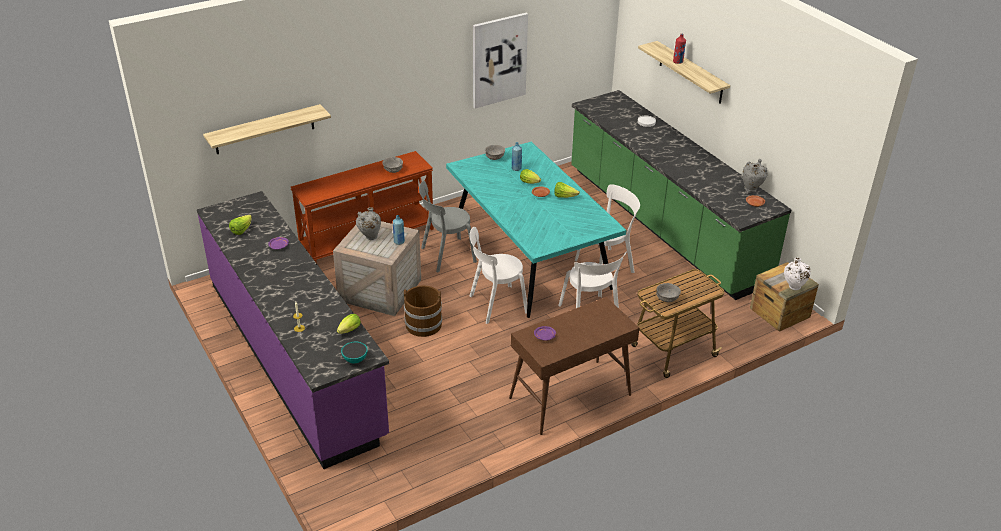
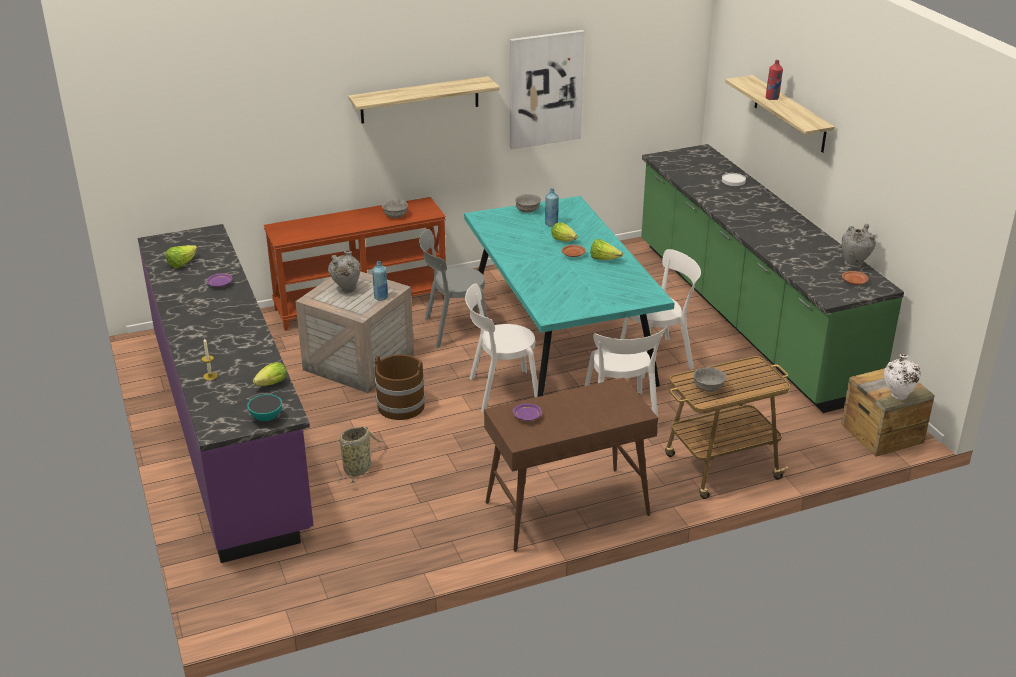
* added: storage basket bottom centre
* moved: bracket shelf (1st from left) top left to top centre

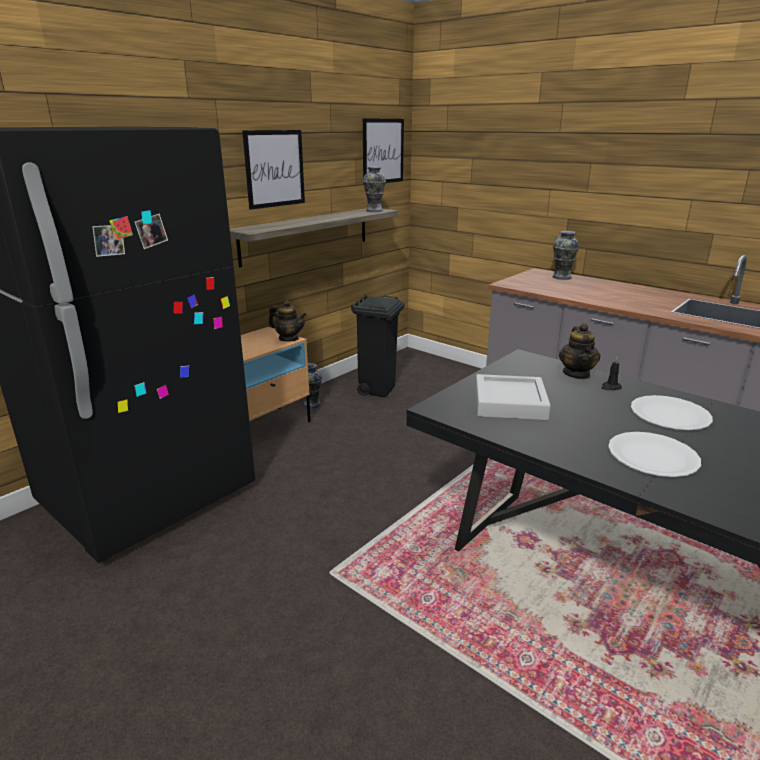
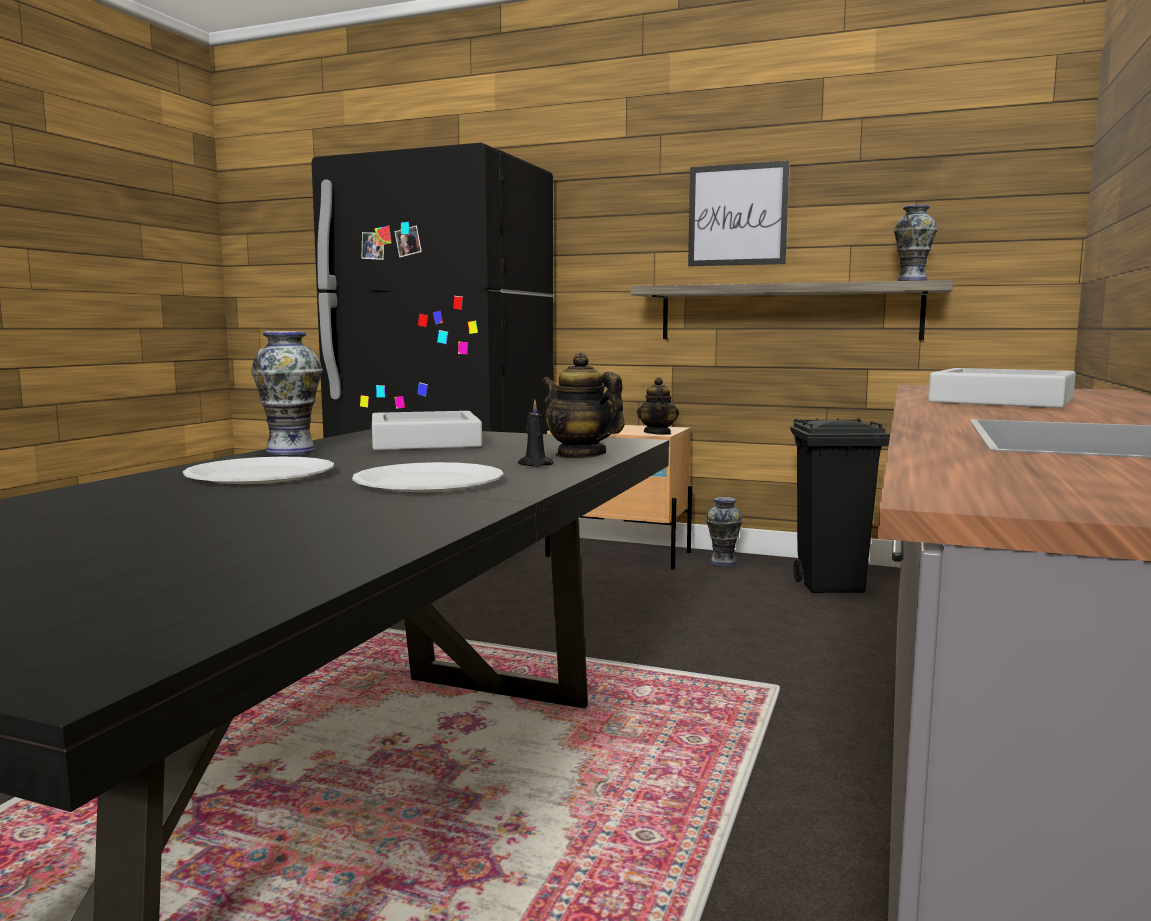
* moved: decorative vase (3rd from left in the first image) middle right to decorative vase (1st from left) middle left
* turned: tea pot (2nd from left in the first image) middle right = centre 60 degrees clockwise
* added: grey carrying tray (2nd from left) middle right
* removed: wall picture (2nd from left) top centre

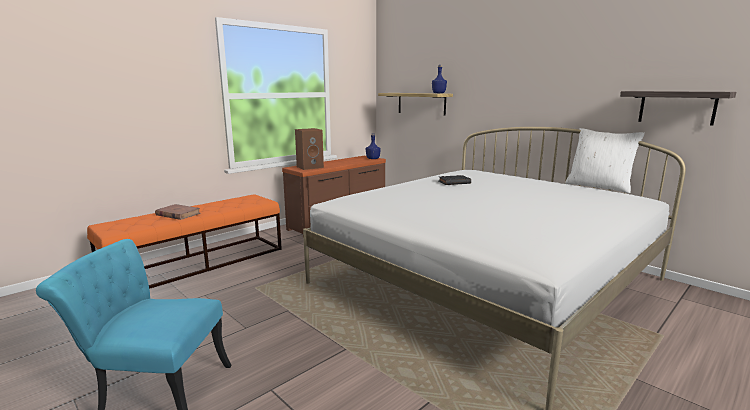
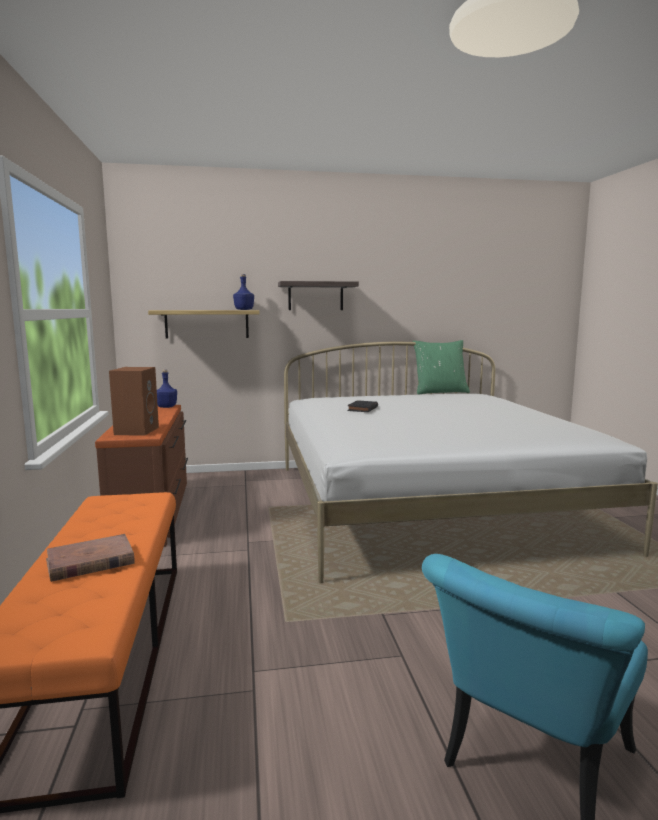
* moved: bracket shelf (2nd from left) top right to centre
* recoloured: white throw pillow middle right to green-coloured throw pillow middle right

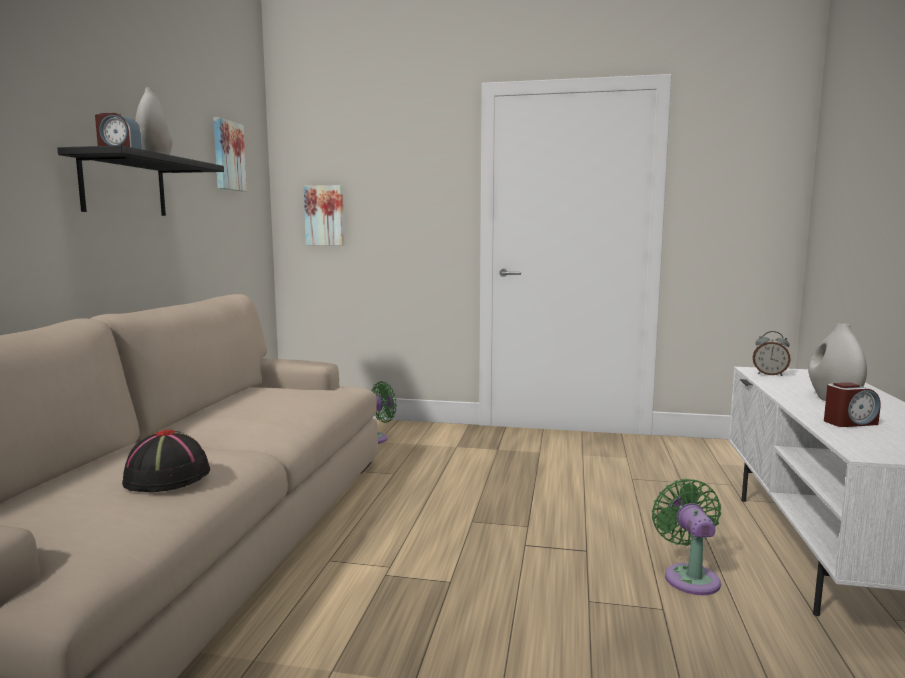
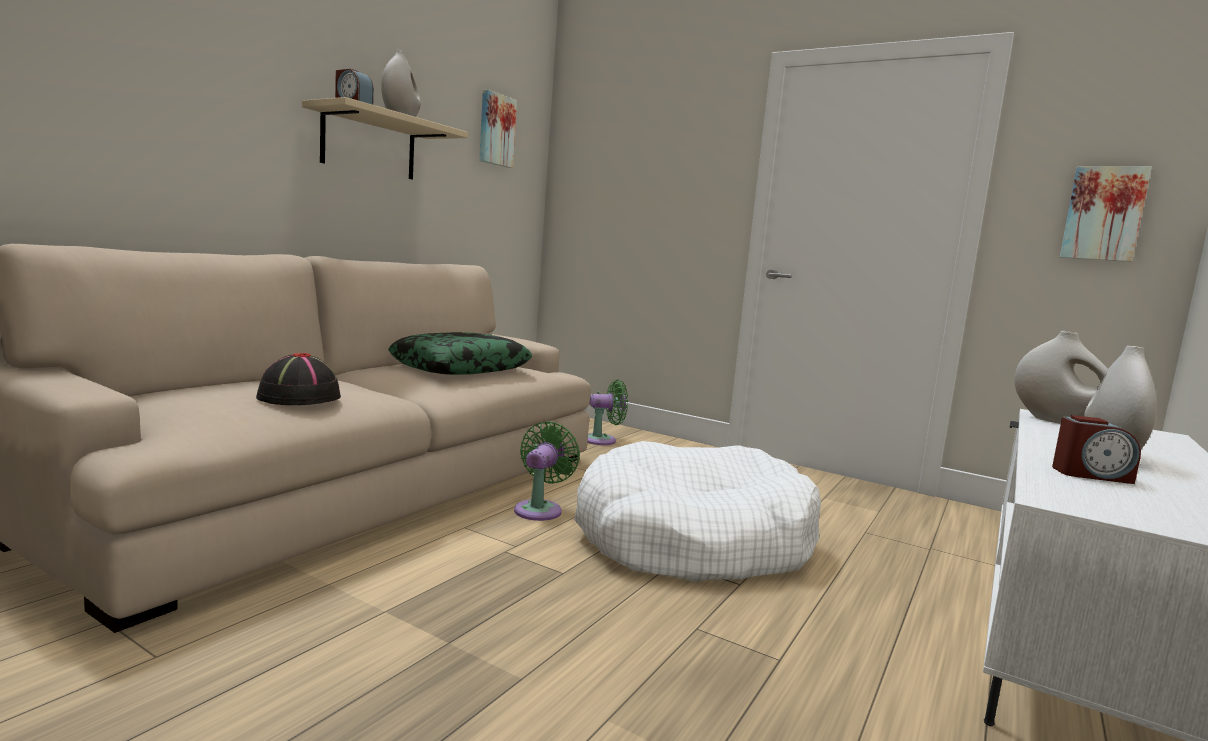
* recoloured: black bracket shelf top left to sand-coloured bracket shelf top left
* added: throw pillow centre
* moved: green-coloured electric fan (2nd from left in the first image) bottom right to green-coloured electric fan (1st from left) centre
* added: white dog bed bottom centre
* replaced: bedside clock (2nd from left) middle right to white decorative vase (2nd from left) middle right
* moved: wall picture (2nd from left) top centre to top right

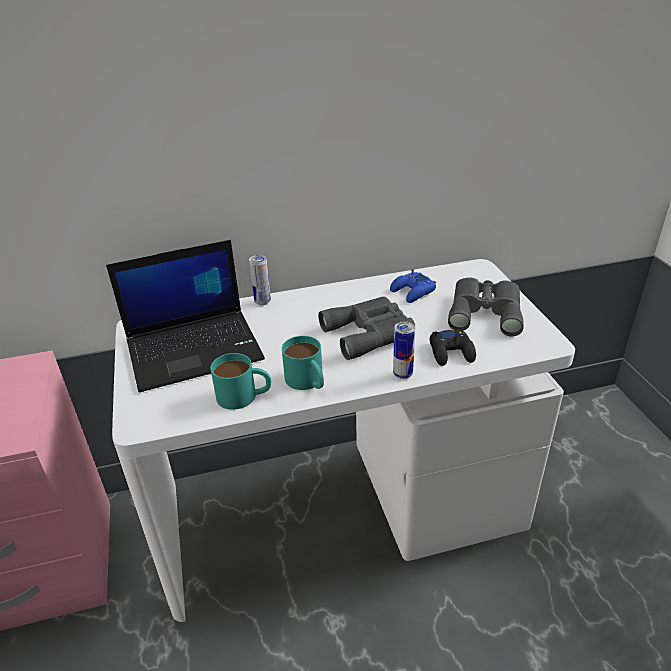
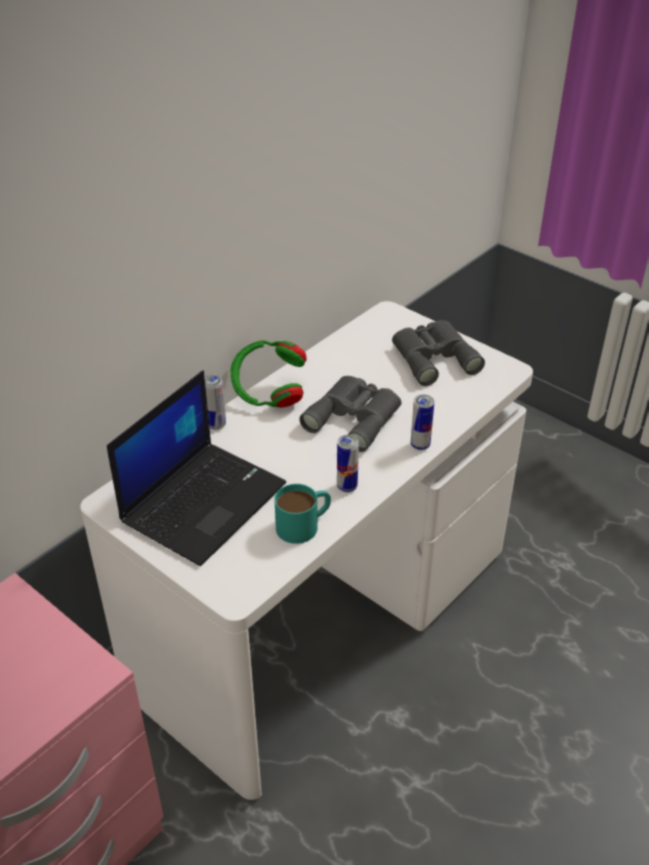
* added: green-coloured headphones centre
* replaced: blue-green mug (2nd from left) centre to metal can (2nd from left) centre
* removed: bluish joypad centre
* removed: black joypad middle right

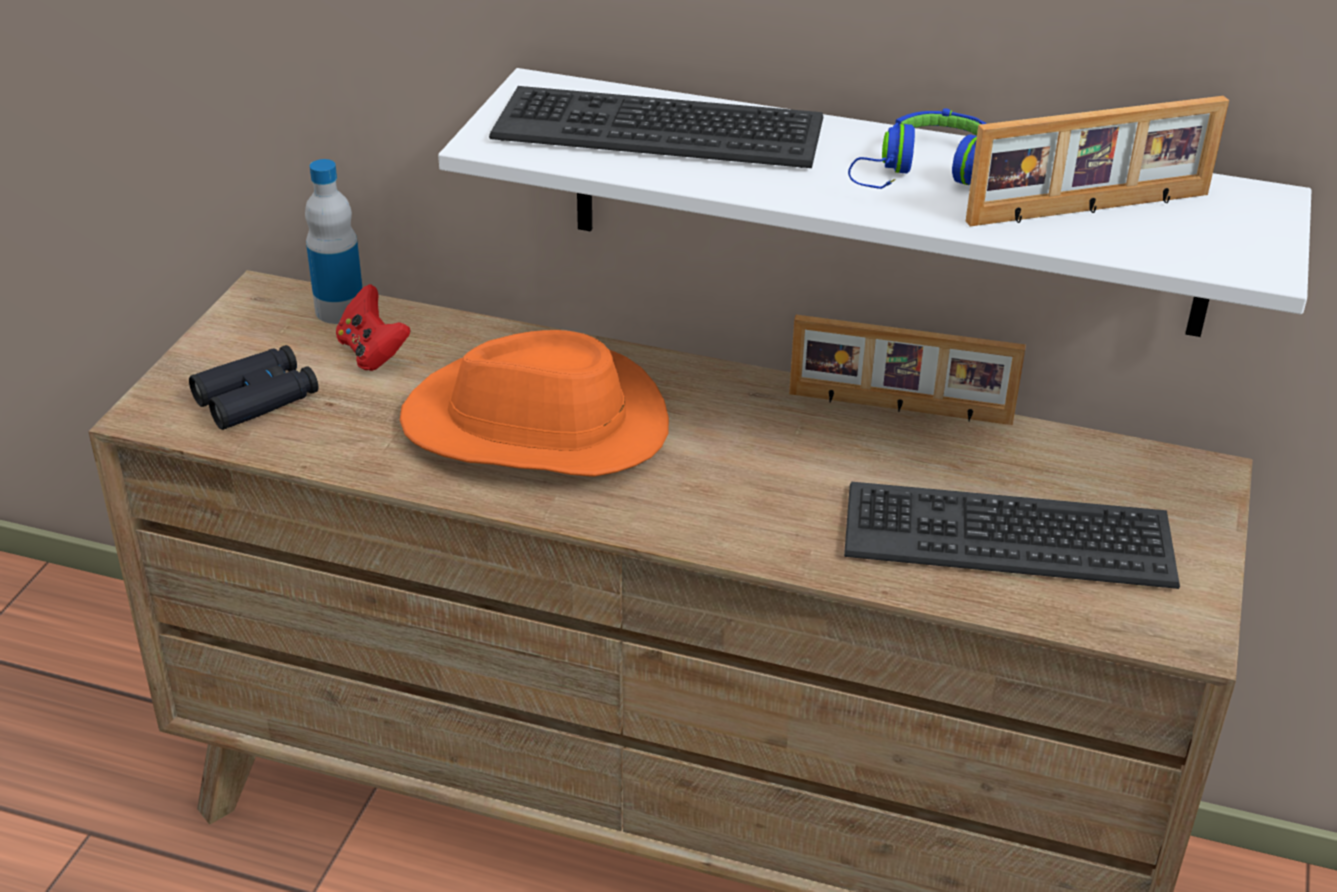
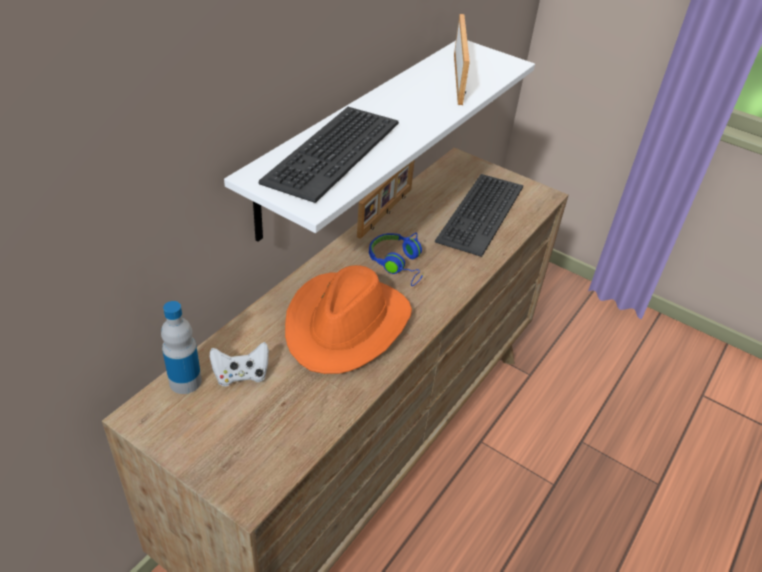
* recoloured: red joypad middle left to white joypad middle left
* moved: bluish headphones top right to centre
* removed: black pair of binoculars middle left

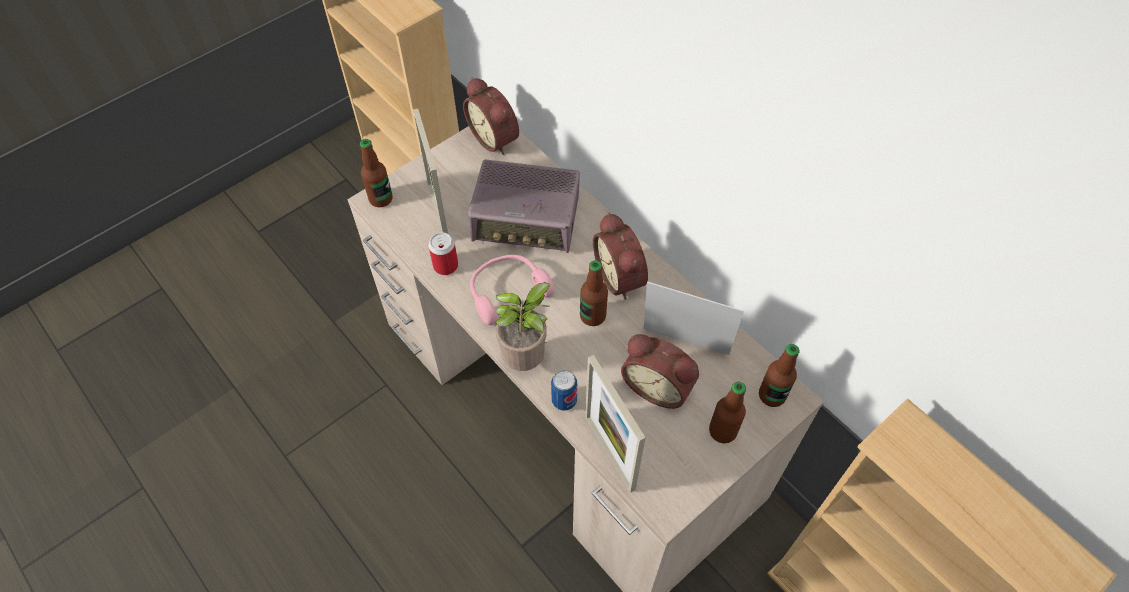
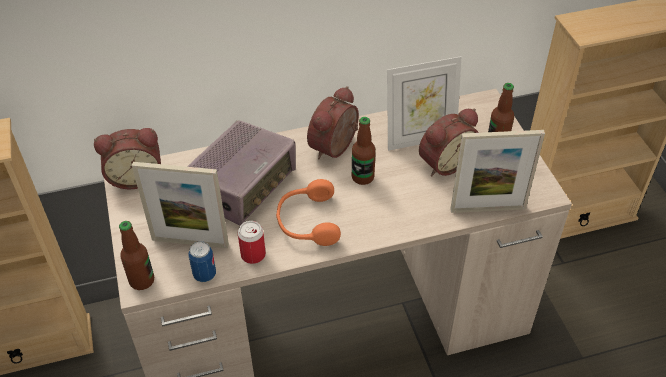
* moved: metal can (2nd from left in the first image) centre to metal can (1st from left) bottom left
* recoloured: pink-coloured headphones centre to orangey headphones centre
* turned: bedside clock (2nd from left) centre = top centre 120 degrees clockwise
* turned: picture frame (3rd from left in the first image) centre = top centre 150 degrees counterclockwise
* removed: potted plant centre
* removed: drink bottle (4th from left) middle right

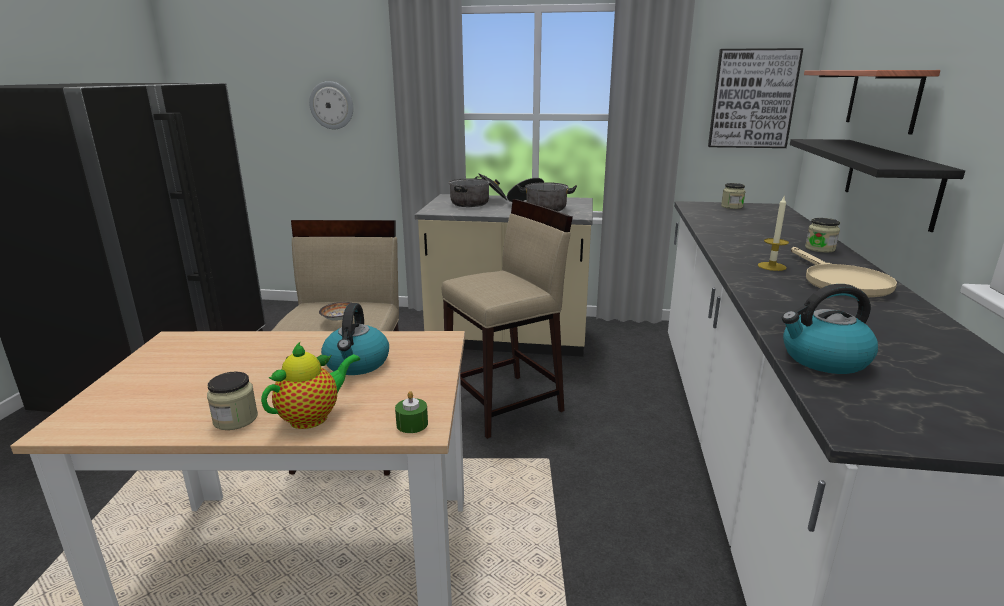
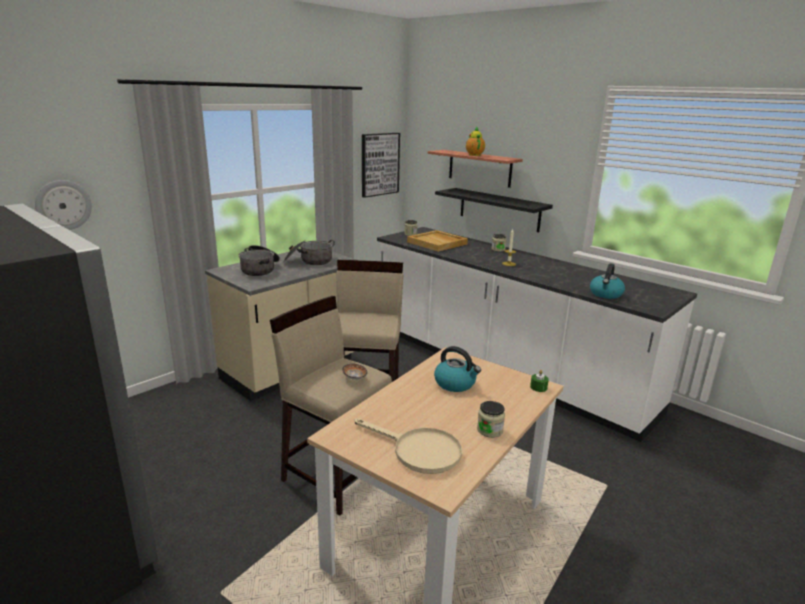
* moved: sand-coloured frying pan middle right to bottom centre
* added: sand-coloured carrying tray centre
* moved: tea pot middle left to top centre

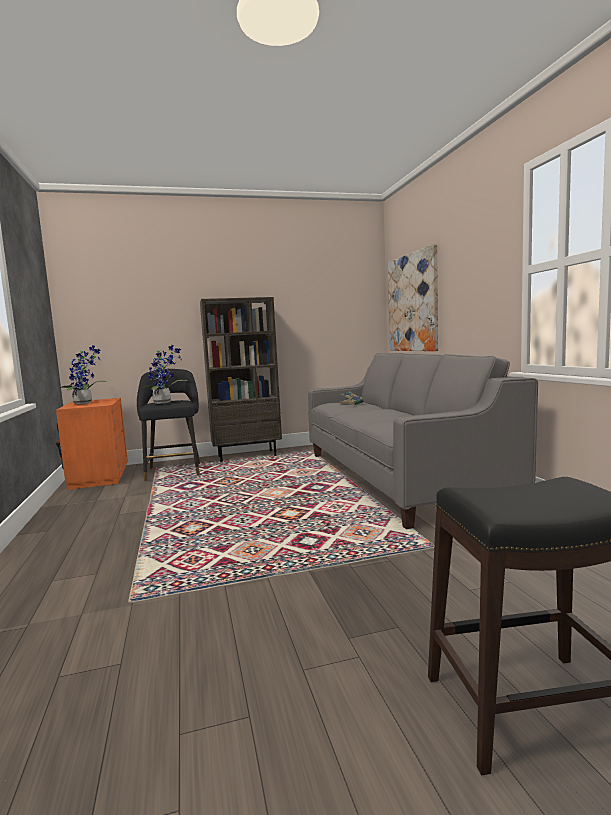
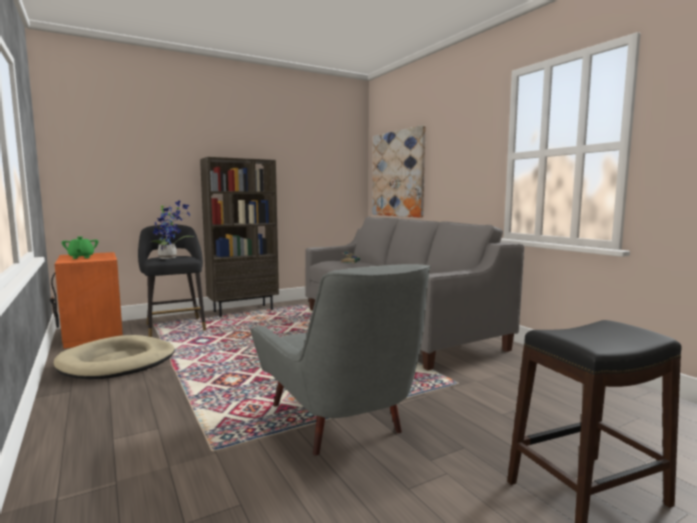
* added: sand-coloured dog bed bottom left
* replaced: potted plant (1st from left) middle left to green-coloured tea pot middle left
* added: grey easy chair bottom centre

